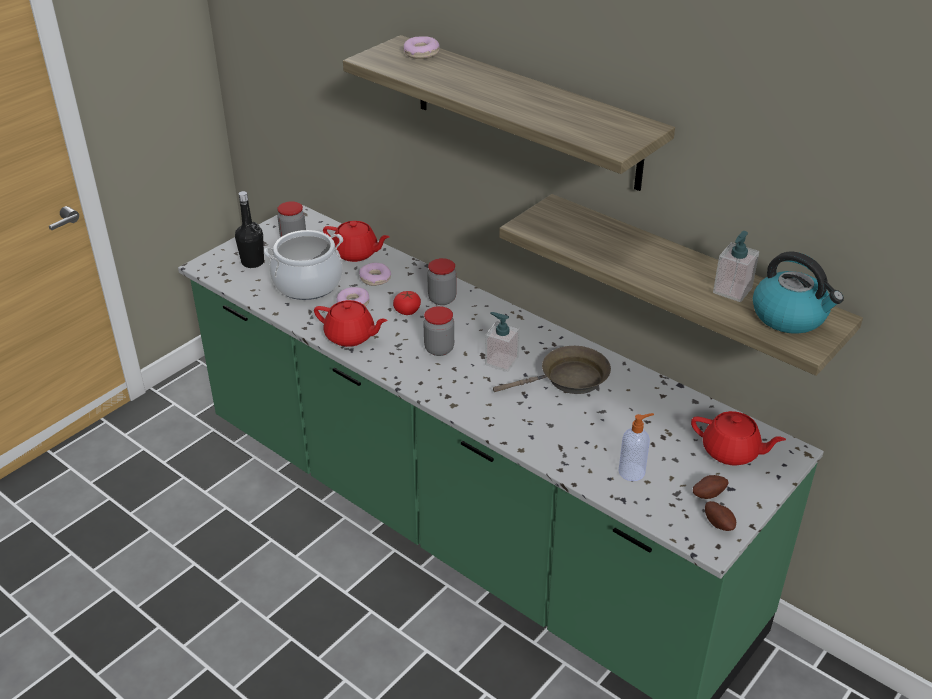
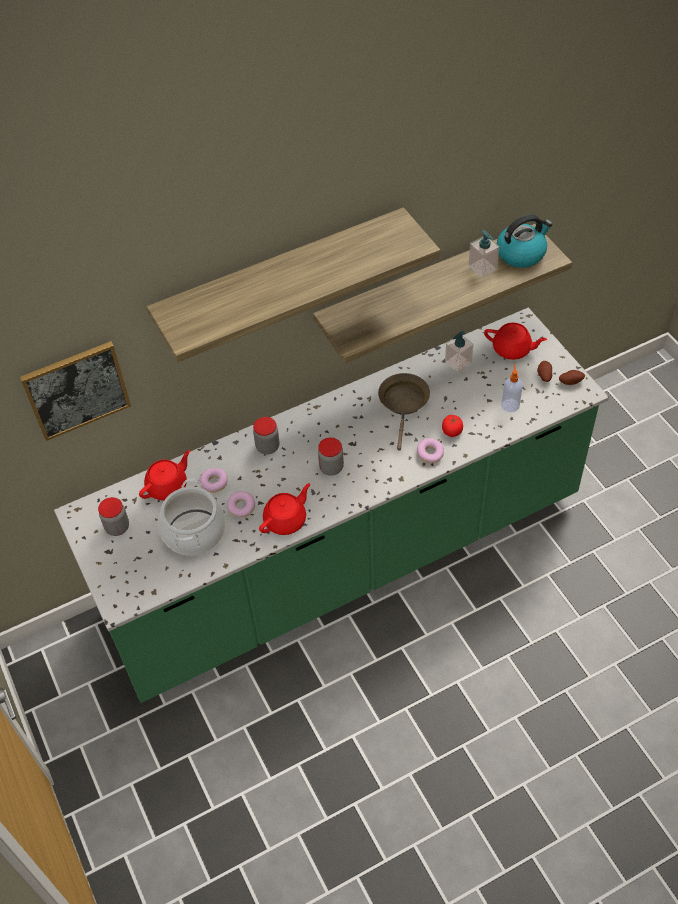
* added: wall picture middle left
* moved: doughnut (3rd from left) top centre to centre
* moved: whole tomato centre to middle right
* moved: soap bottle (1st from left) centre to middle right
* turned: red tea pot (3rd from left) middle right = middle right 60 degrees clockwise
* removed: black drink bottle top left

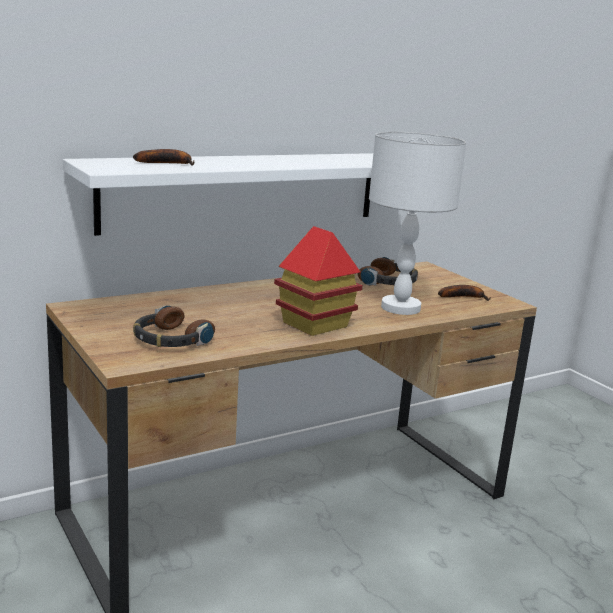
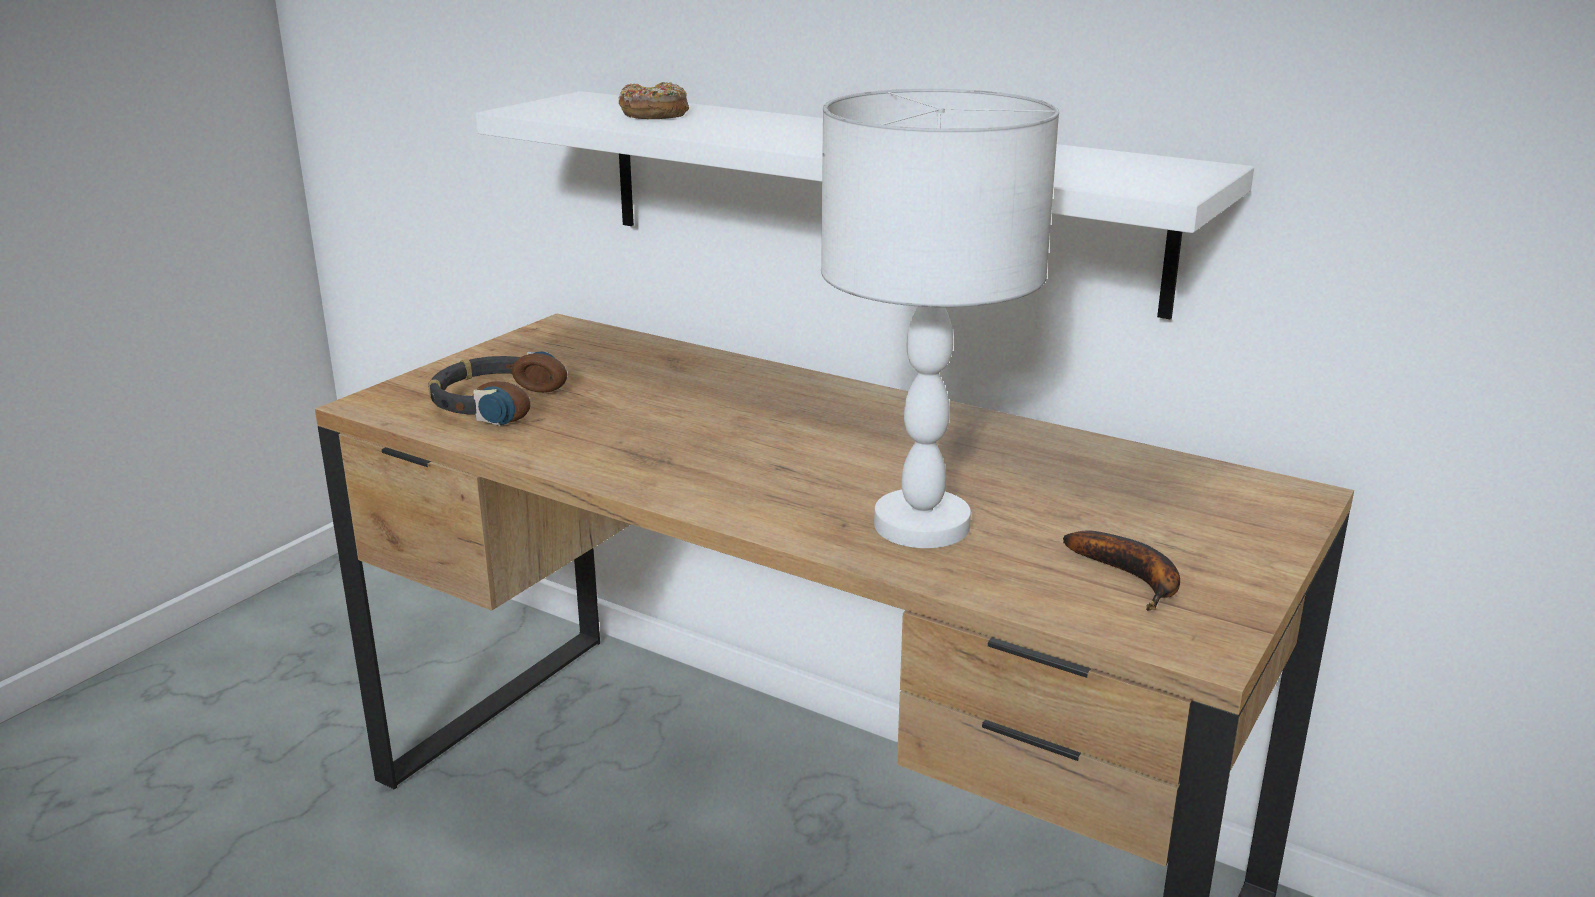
* replaced: banana (1st from left) top left to doughnut top centre
* removed: toy house centre
* removed: headphones (2nd from left) centre

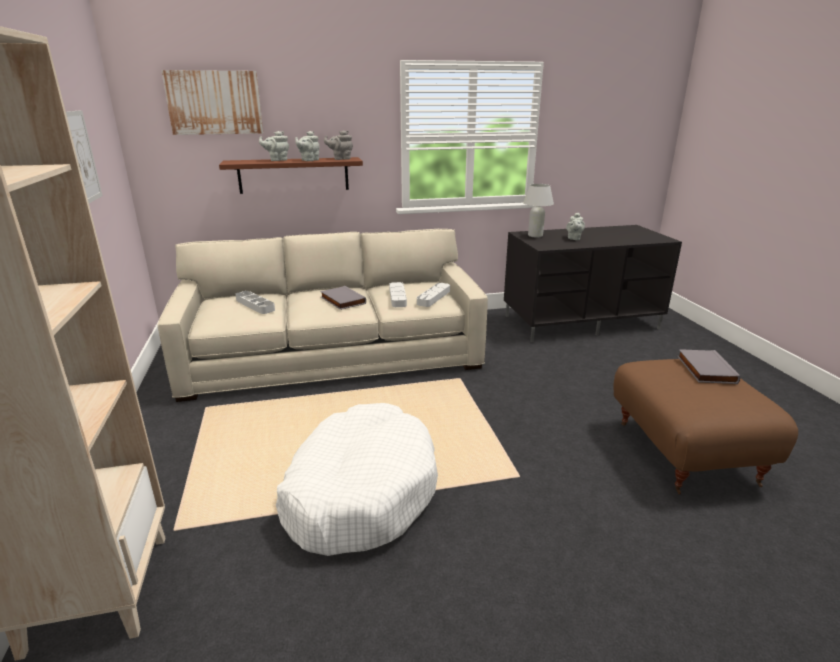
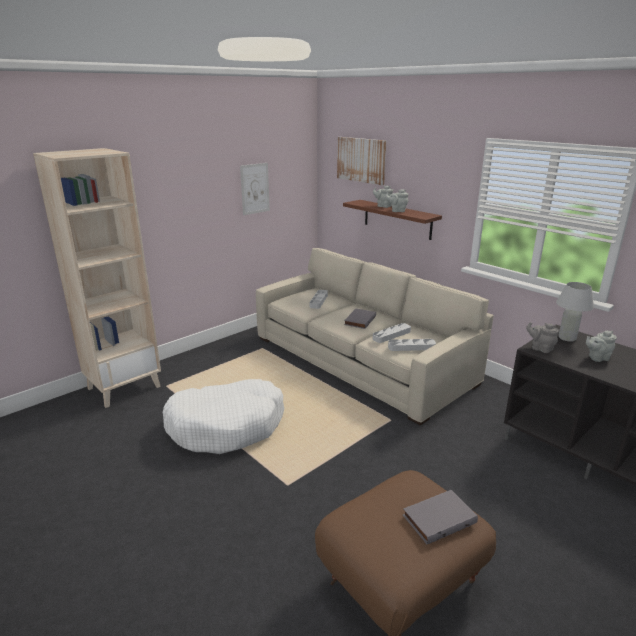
* moved: grey tea pot (3rd from left) top centre to middle right

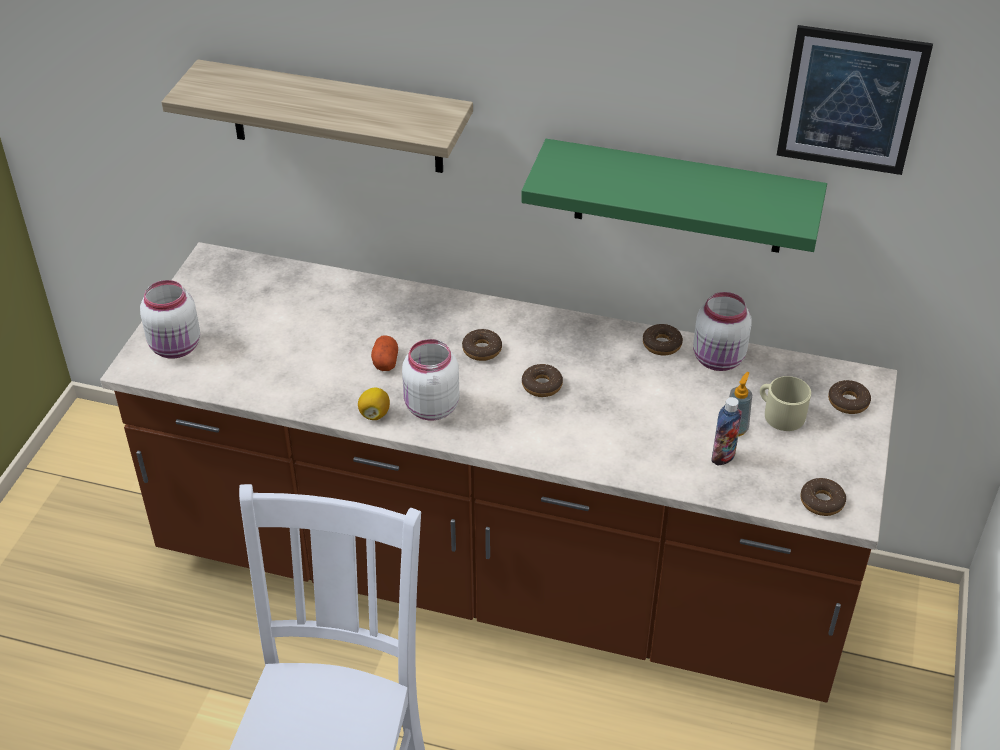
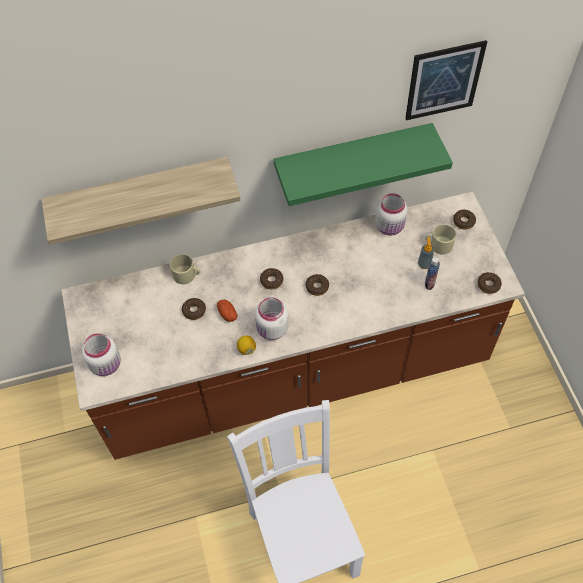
* added: sand-coloured mug (1st from left) middle left
* moved: doughnut (3rd from left in the first image) centre to doughnut (1st from left) middle left

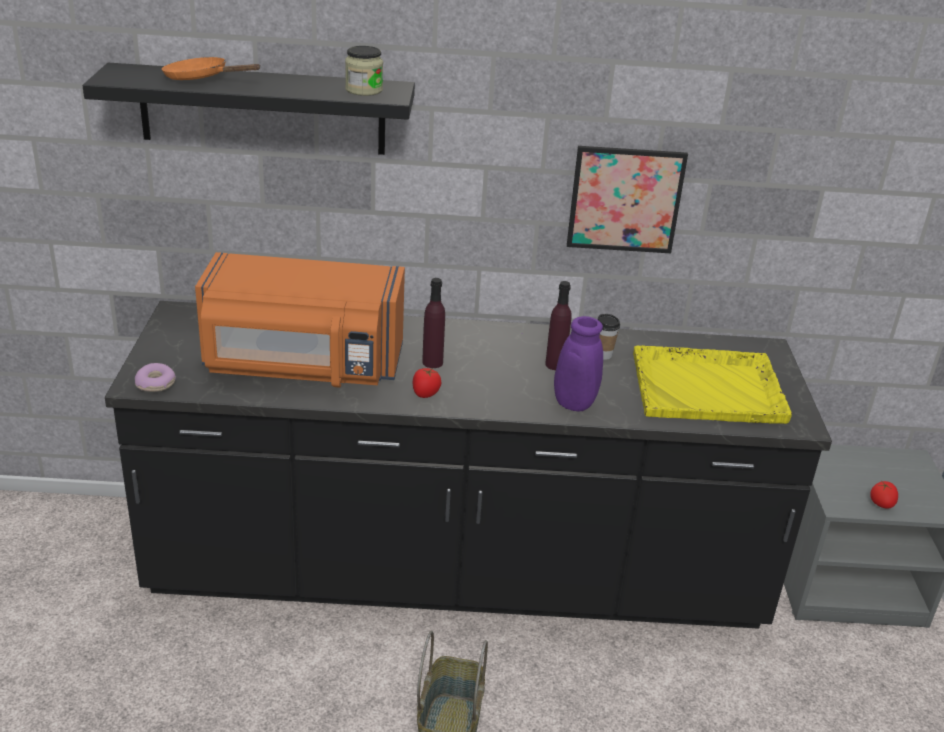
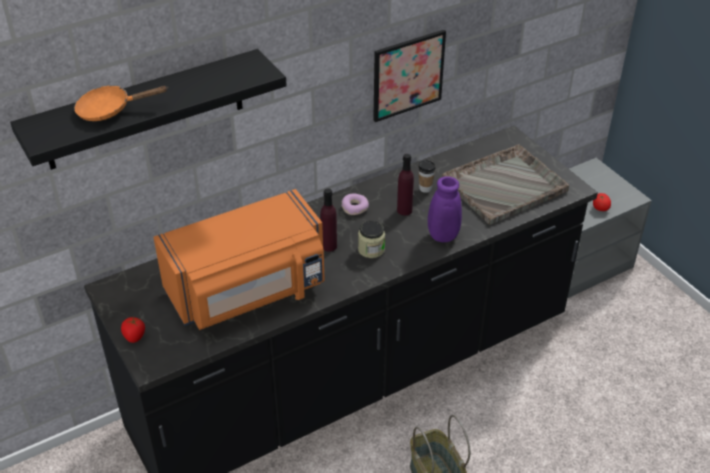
* moved: whole tomato (1st from left) centre to bottom left
* moved: doughnut middle left to centre
* moved: storage jar top centre to centre
* recoloured: yellow-coloured carrying tray middle right to grey carrying tray middle right

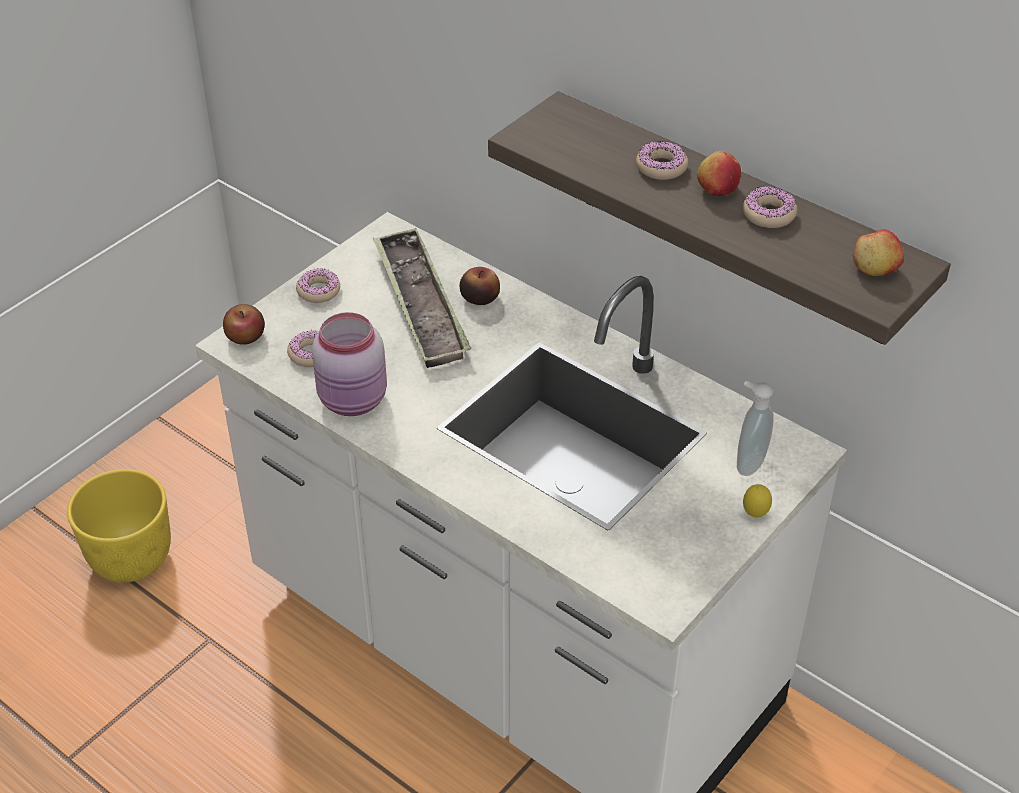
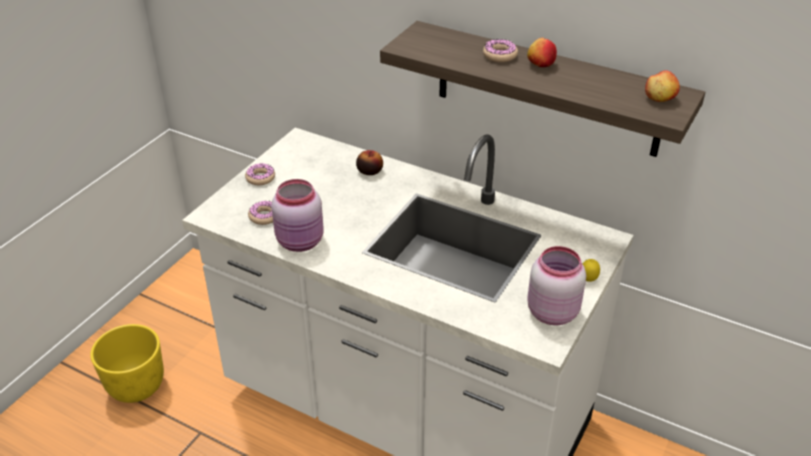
* added: pink-coloured storage jar (2nd from left) middle right
* removed: apple (1st from left) middle left
* removed: carrying tray centre
* removed: soap bottle middle right
* removed: doughnut (4th from left) top right

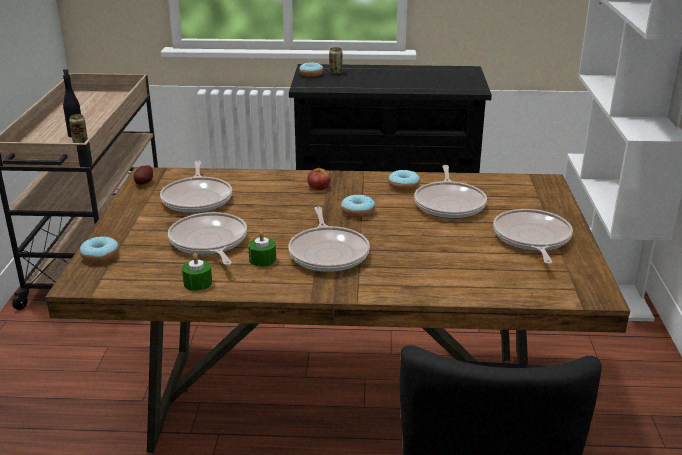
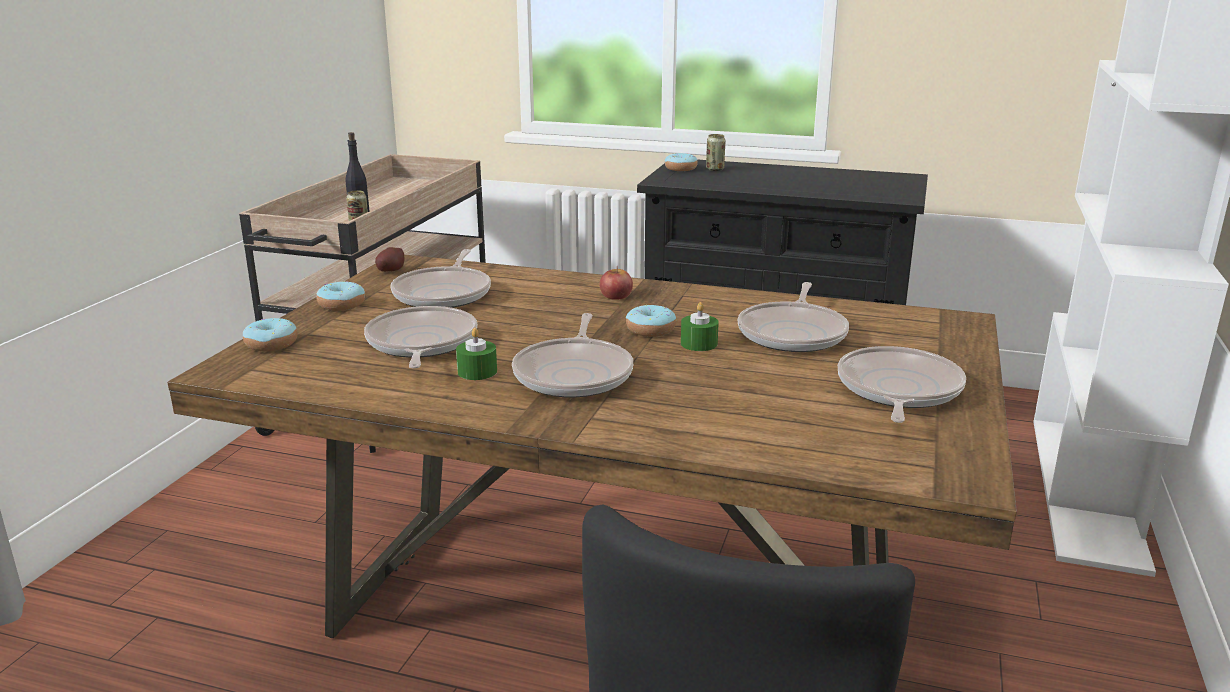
* moved: doughnut (4th from left in the first image) centre to doughnut (2nd from left) middle left
* moved: green-coloured wax candle (1st from left in the first image) middle left to green-coloured wax candle (2nd from left) centre

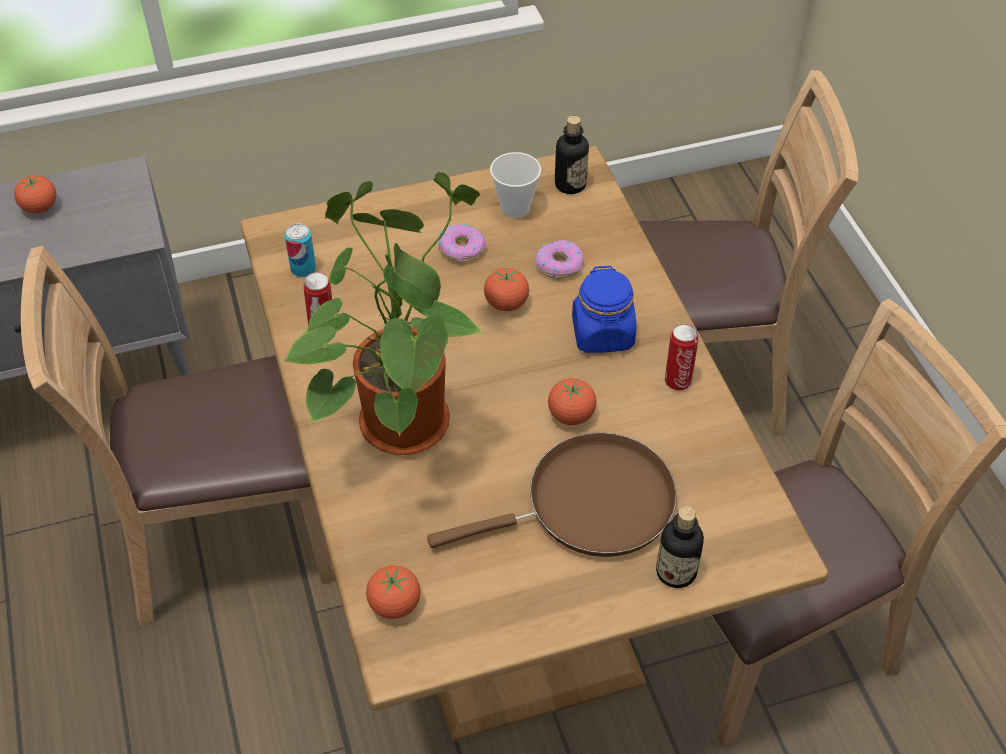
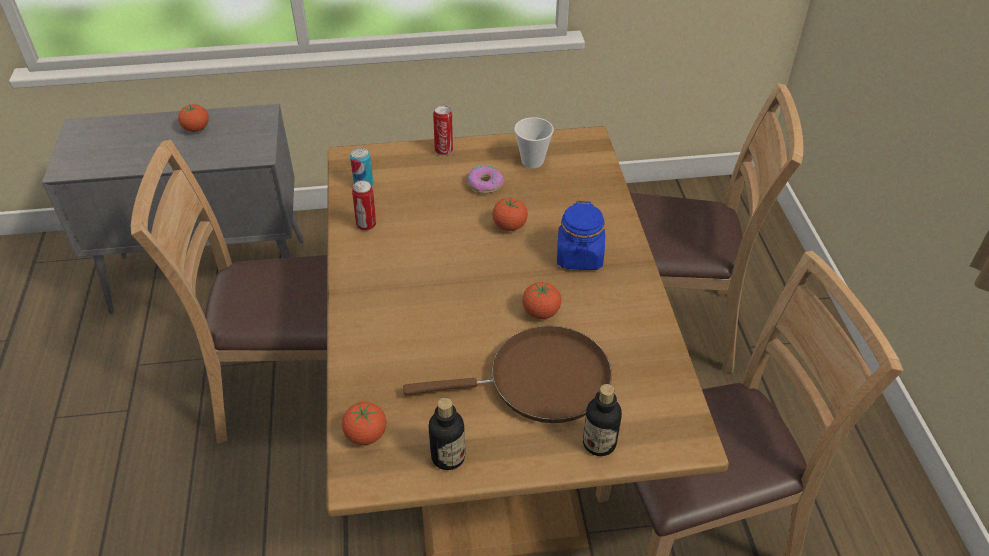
* moved: drink bottle (1st from left) top centre to bottom centre
* moved: metal can (3rd from left) middle right to top centre
* removed: potted plant centre
* removed: doughnut (2nd from left) centre

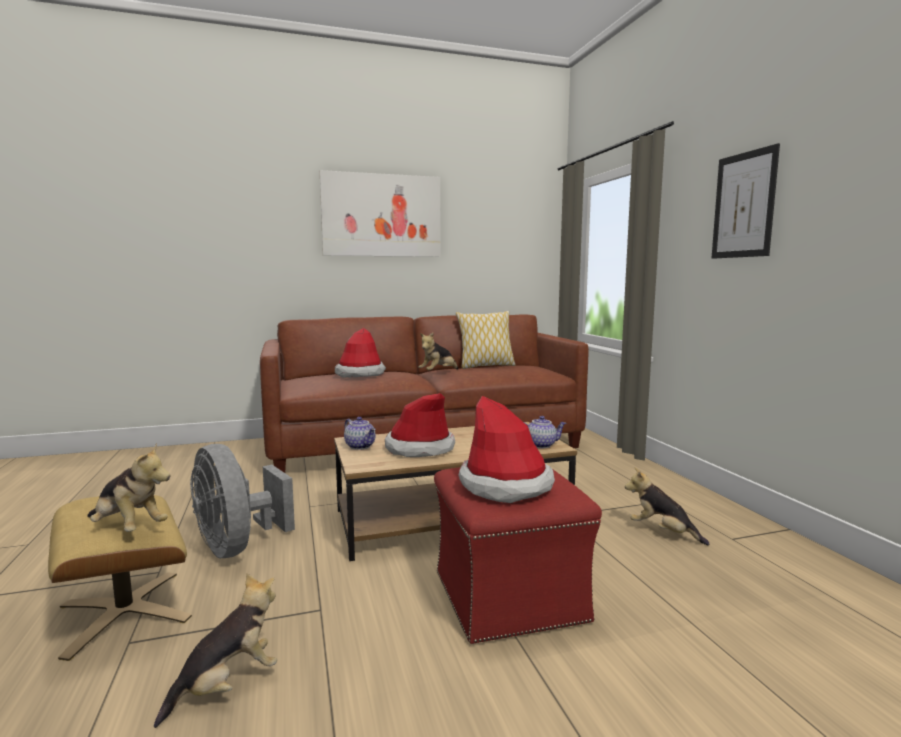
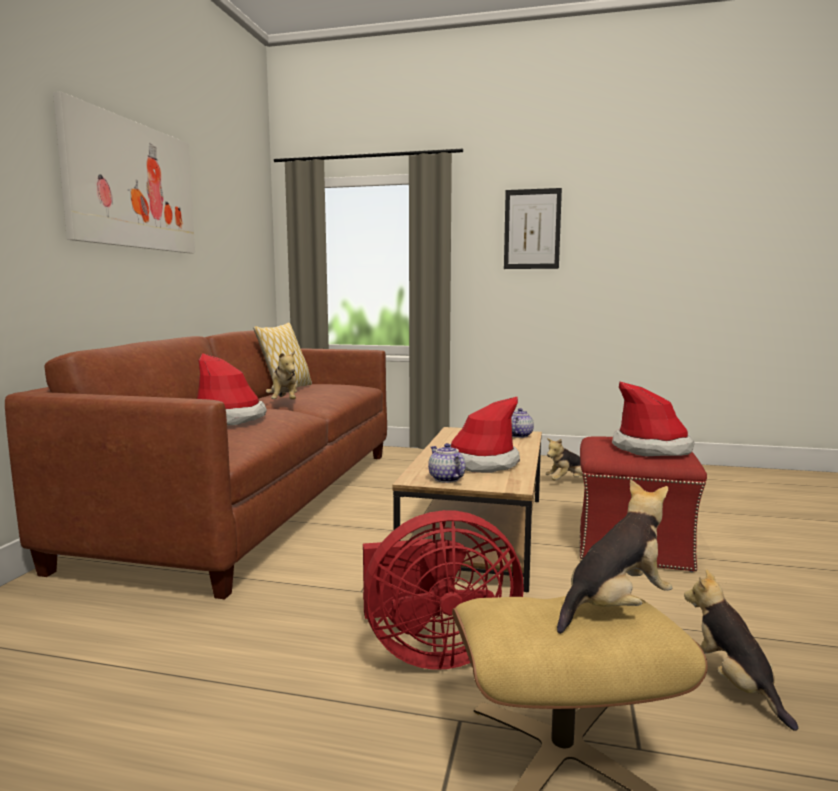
* recoloured: grey electric fan bottom left to red electric fan bottom centre
* turned: tea pot (1st from left) centre = centre 105 degrees counterclockwise

